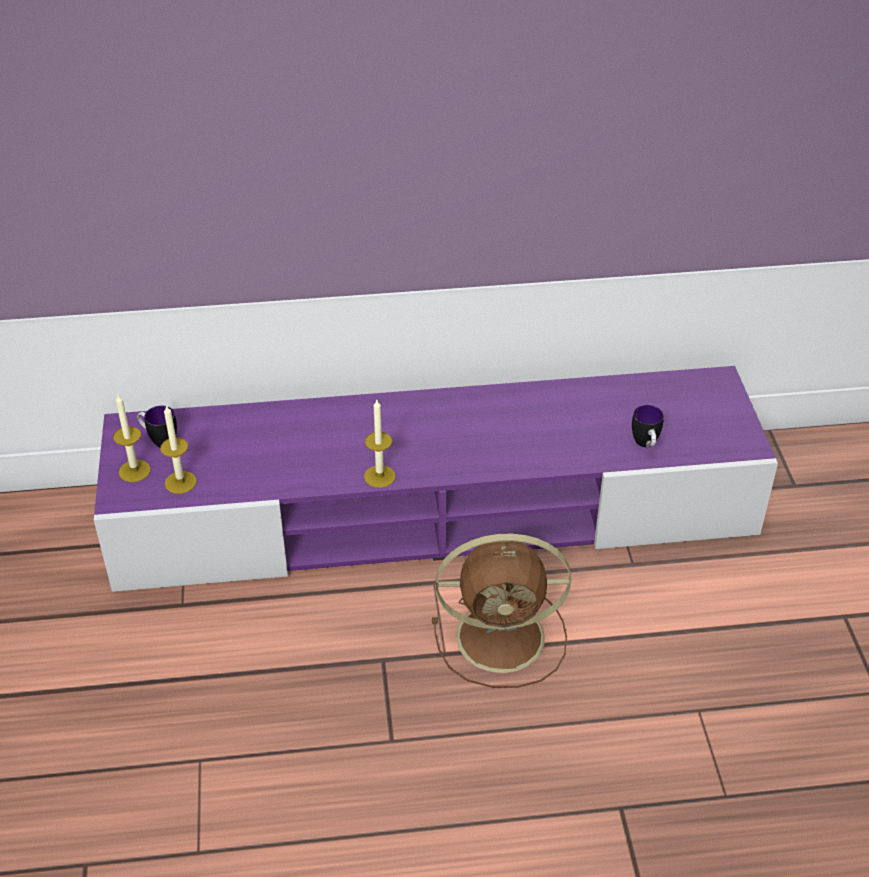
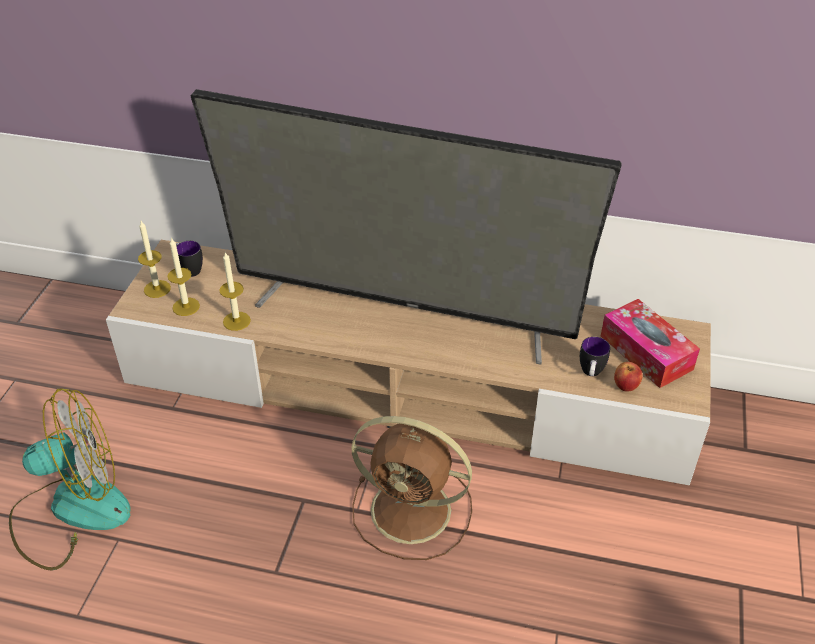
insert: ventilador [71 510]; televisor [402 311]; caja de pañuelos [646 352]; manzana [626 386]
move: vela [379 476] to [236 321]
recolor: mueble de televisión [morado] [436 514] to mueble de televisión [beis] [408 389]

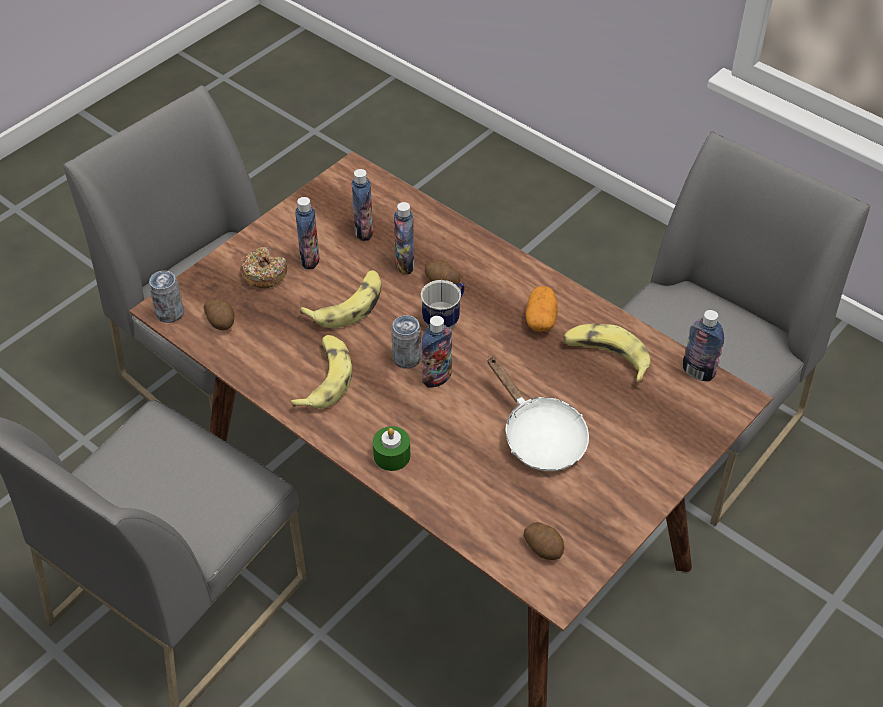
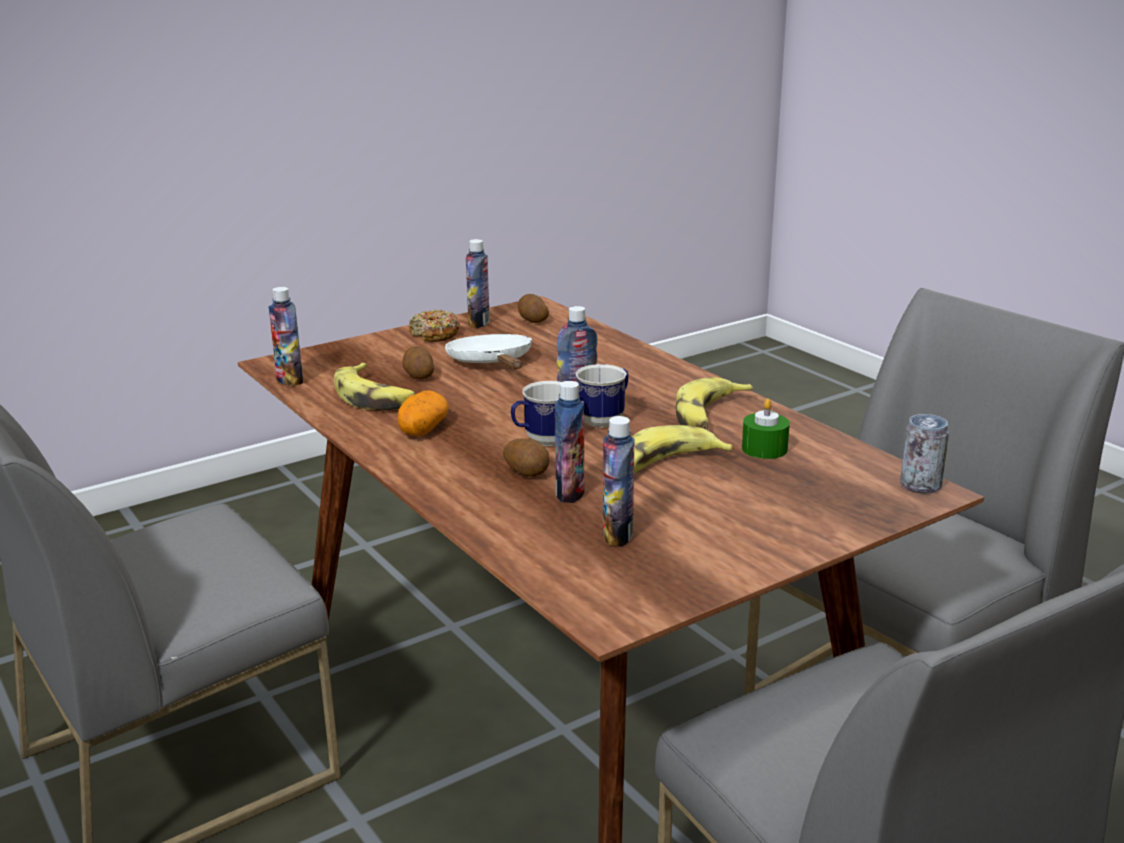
move: patata [221 321] to [418 375]; rosquilla [264 274] to [435 334]; botella [310 259] to [479 323]; vela [verde] [392 455] to [764 449]
replace: lata [407 358] to taza grande [605 419]

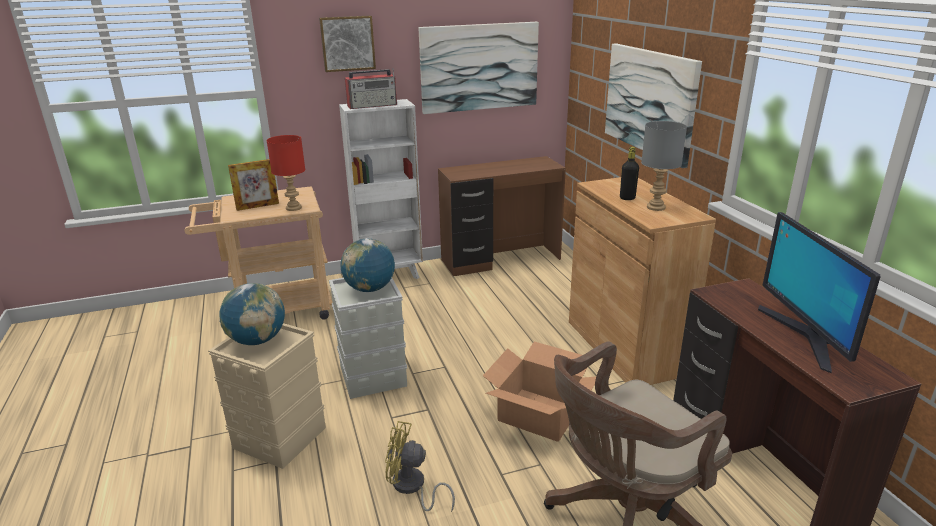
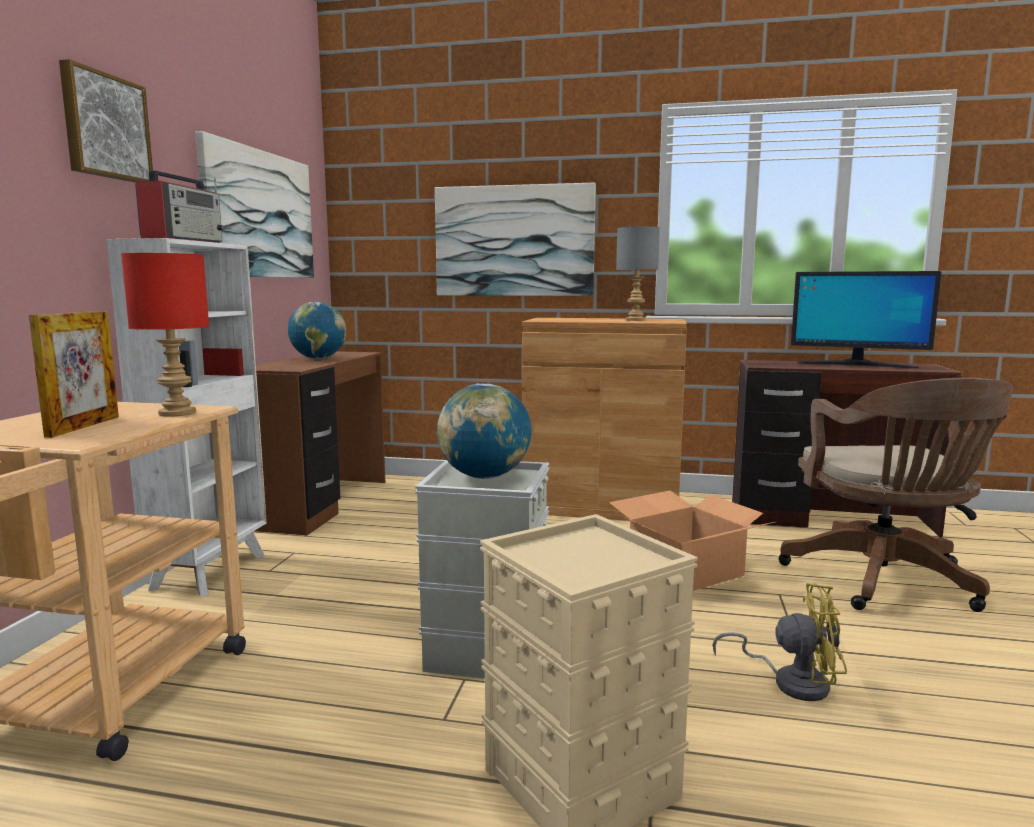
delete: botella [negro] [627 198]
move: globo terráqueo [257 340] to [318 358]
rotate: ventilador [amarillo] [412 488] = [791 681] 120 degrees counterclockwise

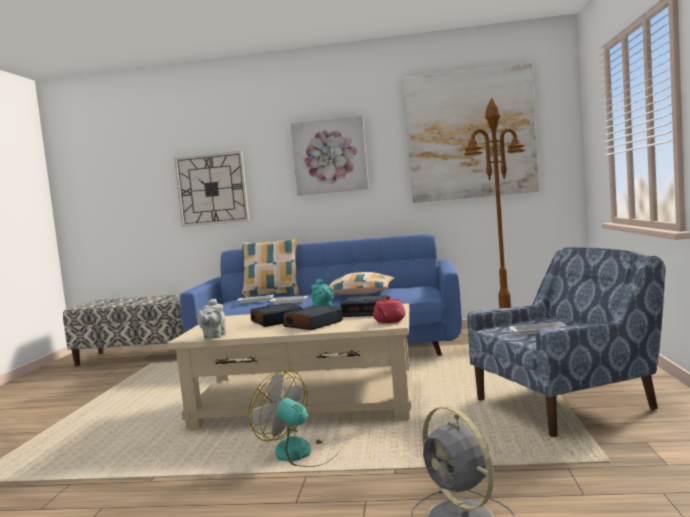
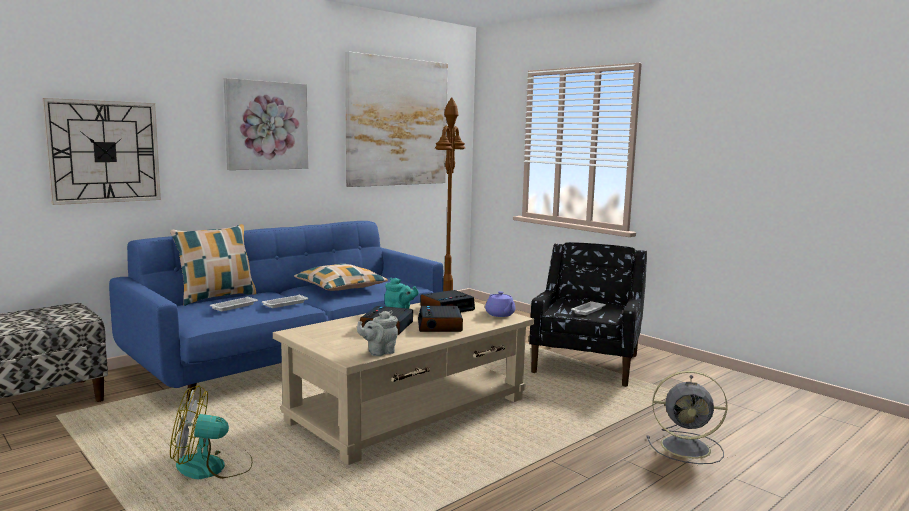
move: ventilador [301 454] to [213 467]
recolor: tetera [rojo] [389 321] to tetera [morado] [500 314]; sillón [azul] [566 404] to sillón [negro] [586 363]
rotate: tetera [gris] [213 336] = [379 352] 90 degrees clockwise

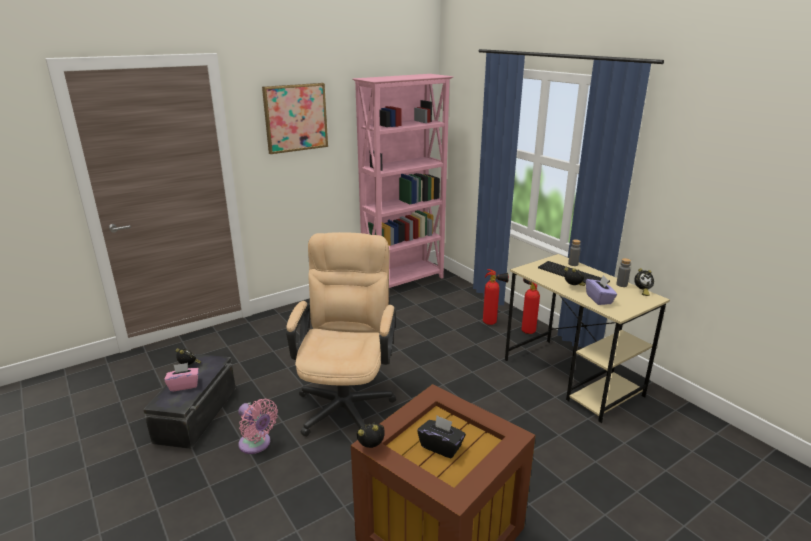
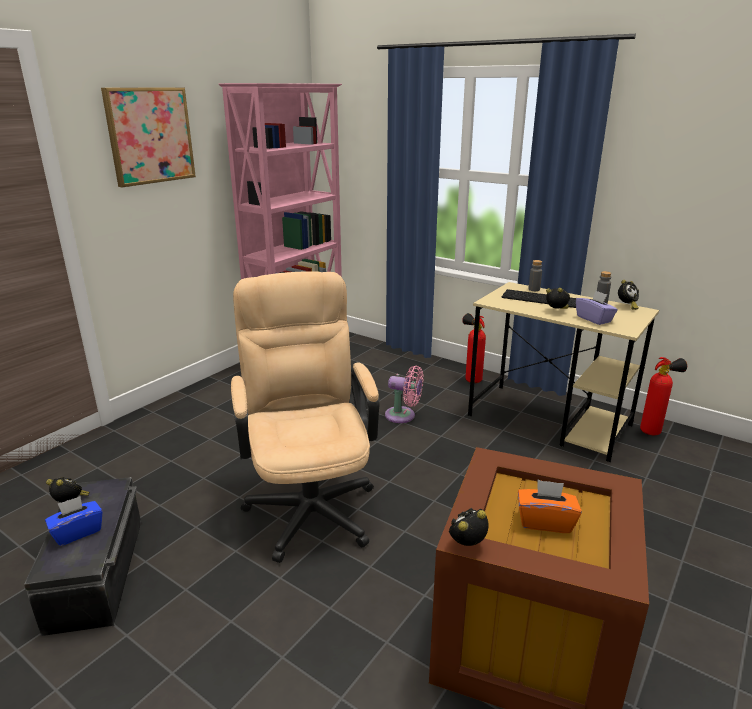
move: ventilador [rosa] [256 444] to [403 416]; extintor [493 323] to [654 431]
recolor: caja de pañuelos [rosa] [184 385] to caja de pañuelos [azul] [77 532]; caja de pañuelos [negro] [441 446] to caja de pañuelos [naranja] [545 521]

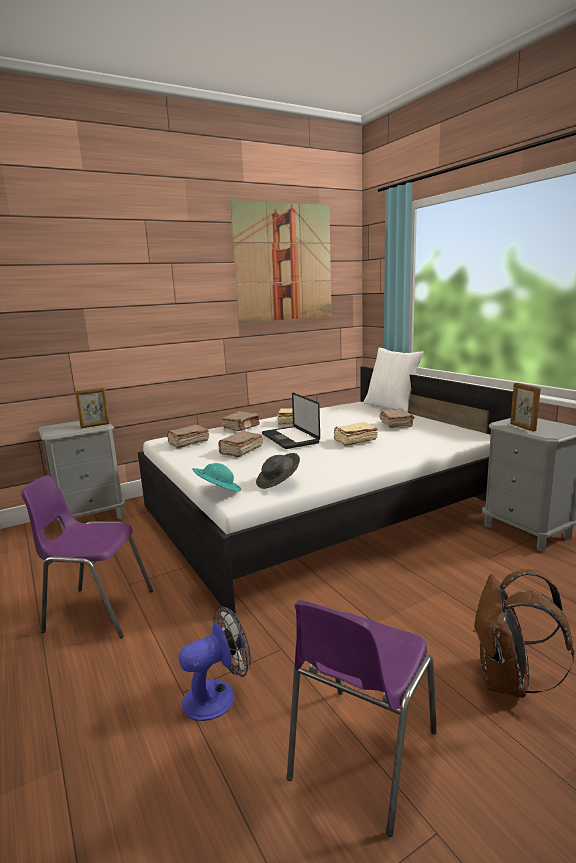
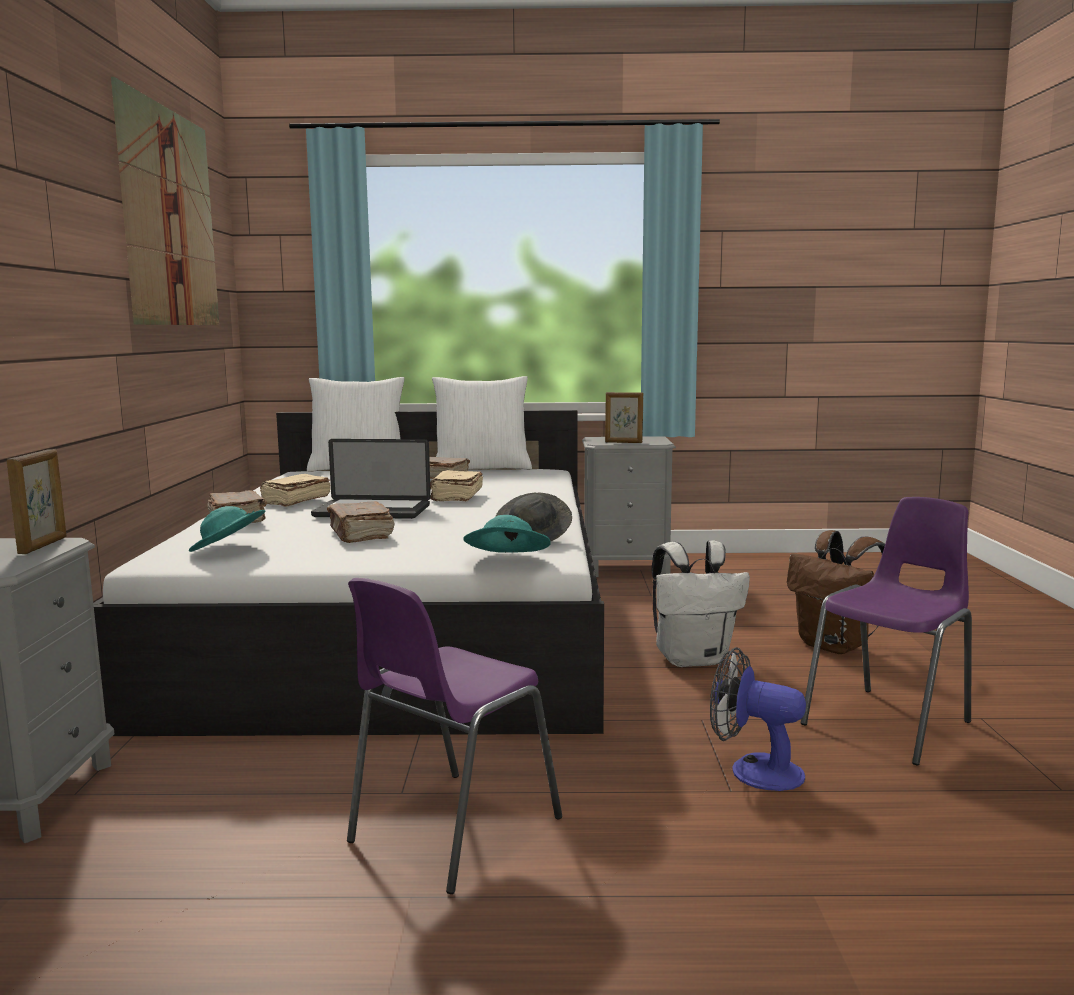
insert: cojín [blanco] [482 468]; mochila [blanco] [693 659]
replace: libro [marrón] [188 443] to sombrero [turquesa] [228 550]
rotate: ventilador [218 695] = [754 770] 60 degrees counterclockwise; silla [morado] [360 757] = [890 723] 105 degrees counterclockwise

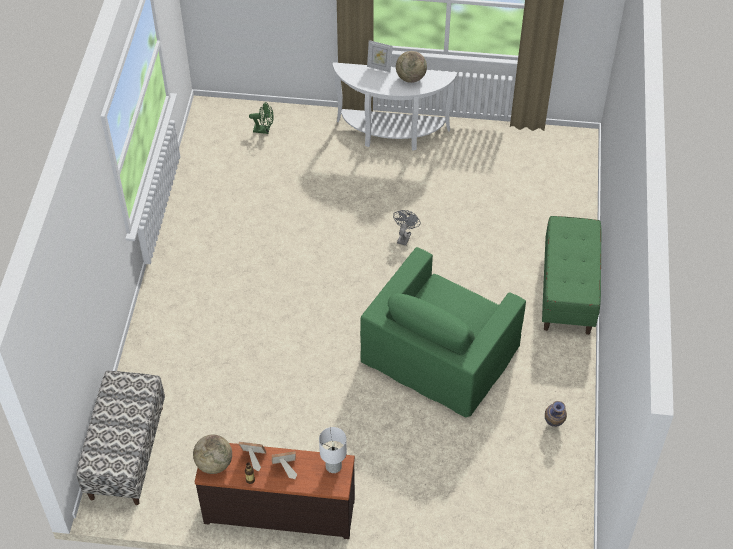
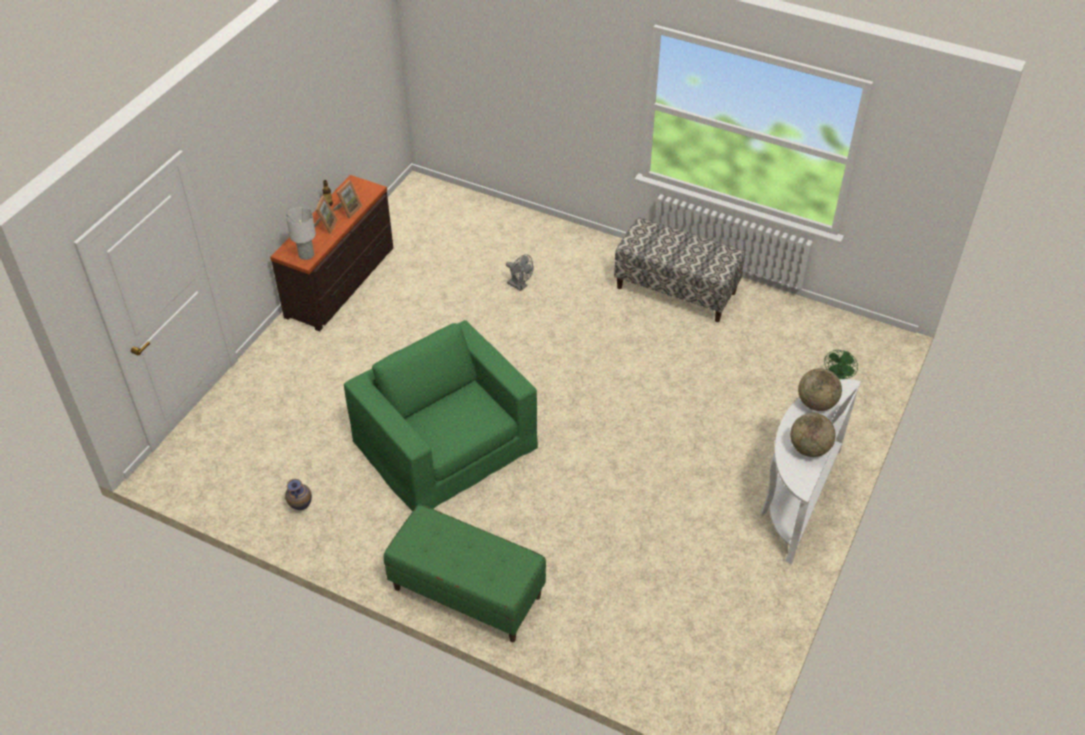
move: banco [126 452] to [676 290]; globo terráqueo [214 464] to [816 403]; ventilador [gris] [404 236] to [520 286]

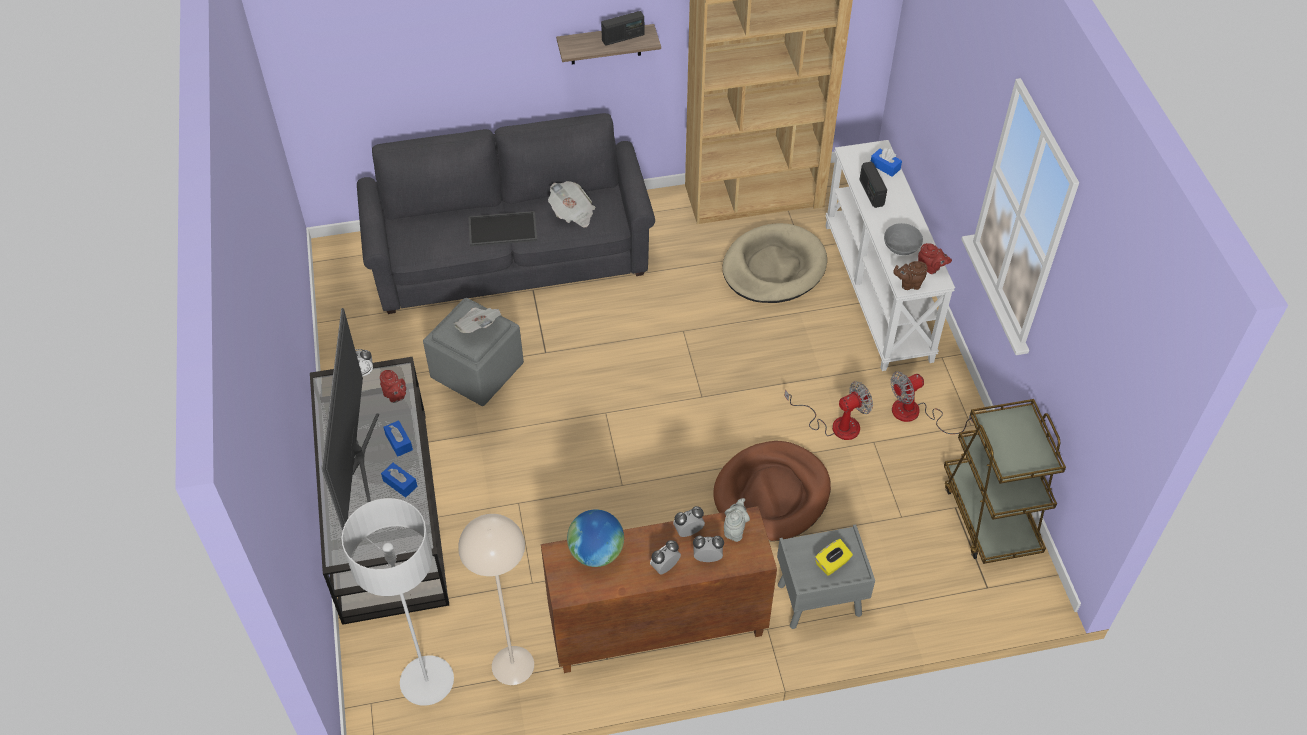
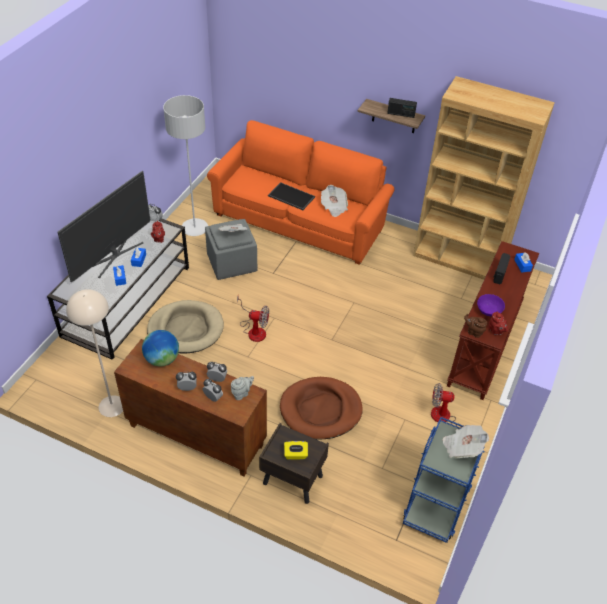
insert: periódico [462 447]
move: lámpara de pie [gris] [427 681] to [194 228]; cama para perro [beis] [773 267] to [186 329]; ventilador [835 425] to [254 330]
recolor: sofá [gris] [510 256] to sofá [naranja] [300 220]; mesita de noche [gris] [818 600] to mesita de noche [marrón] [292 480]; mesa consola [blanco] [879 292] to mesa consola [marrón] [485 344]; cuenco [gris] [901 247] to cuenco [morado] [489 311]; carrito [marrón] [990 515] to carrito [azul] [437 502]

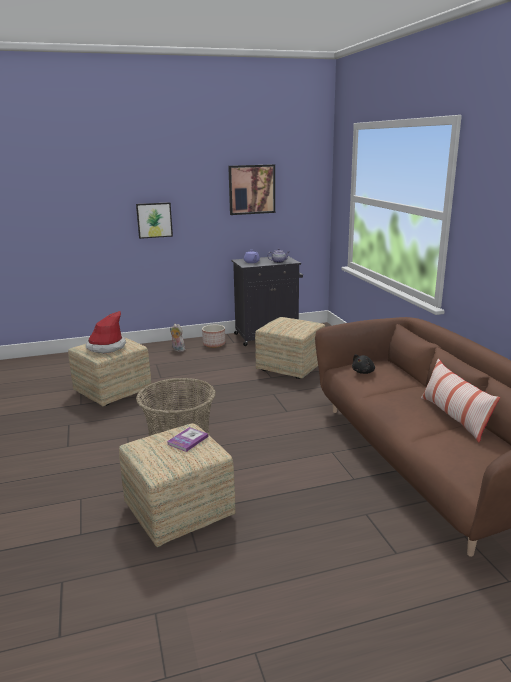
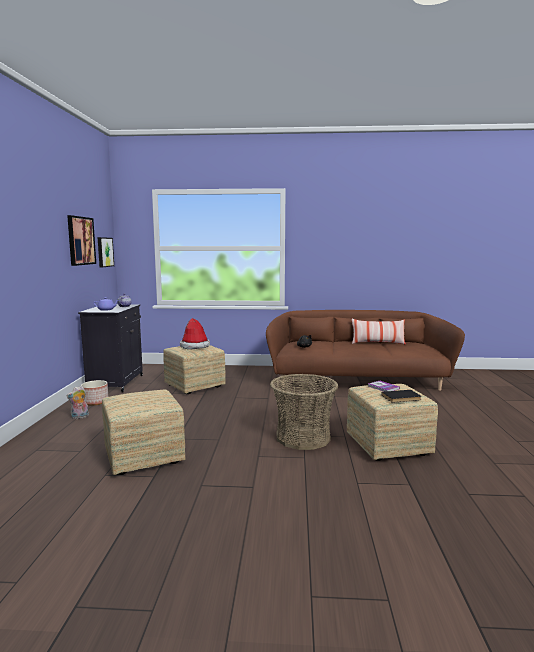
insert: libro [negro] [401 398]
move: sombrero [106 347] to [195 346]; cuadro [154 220] to [104 252]

